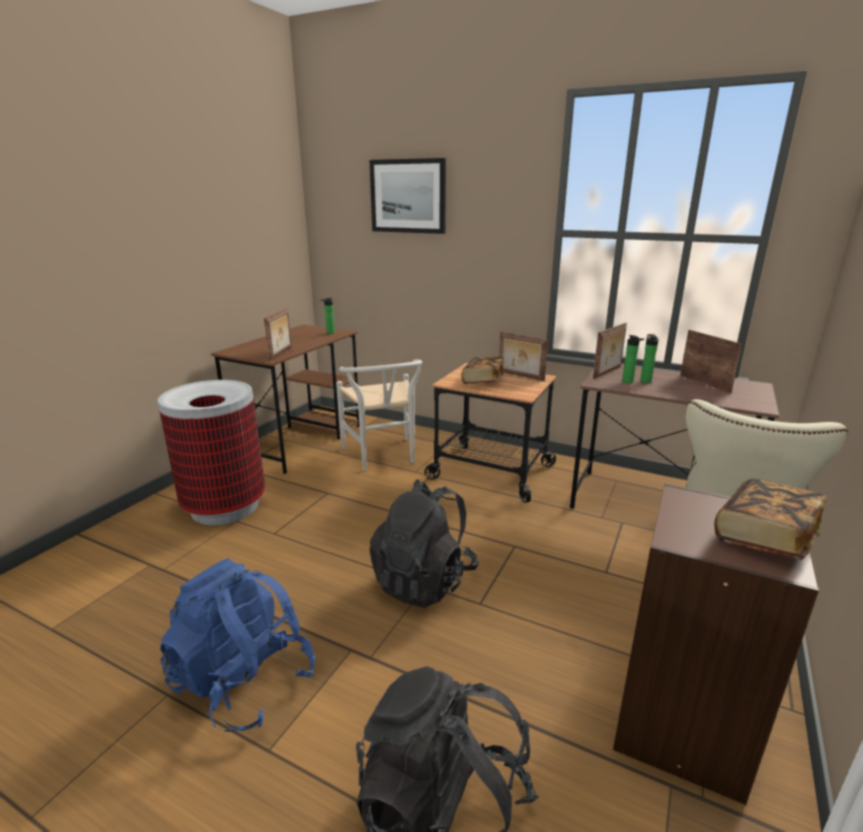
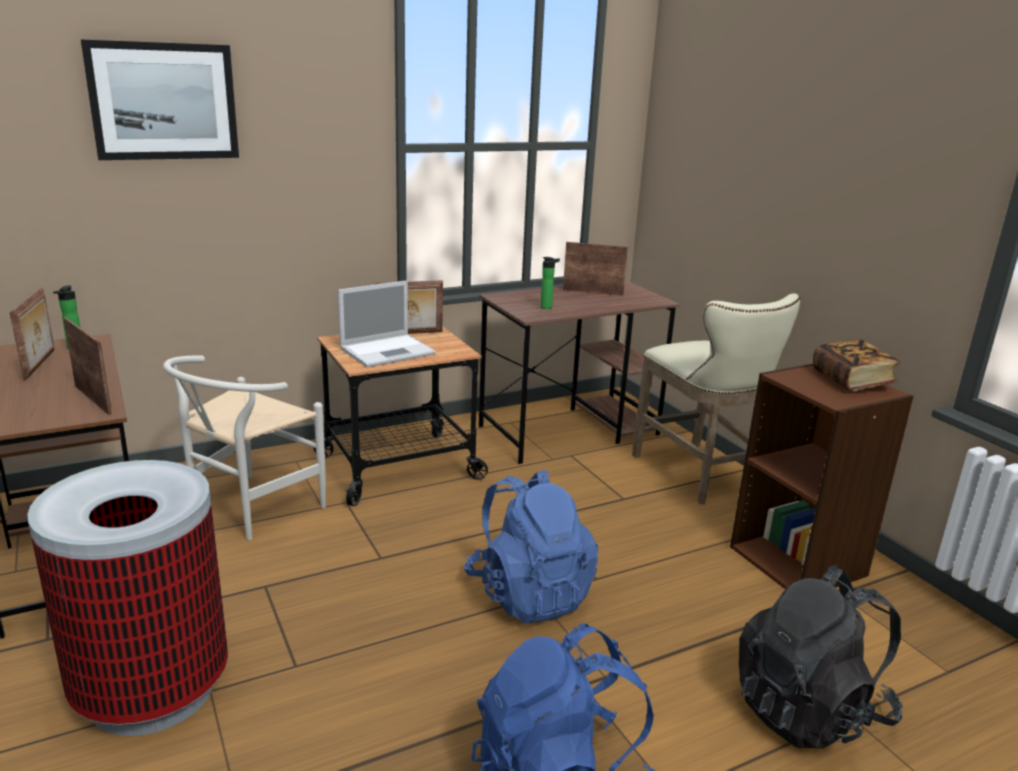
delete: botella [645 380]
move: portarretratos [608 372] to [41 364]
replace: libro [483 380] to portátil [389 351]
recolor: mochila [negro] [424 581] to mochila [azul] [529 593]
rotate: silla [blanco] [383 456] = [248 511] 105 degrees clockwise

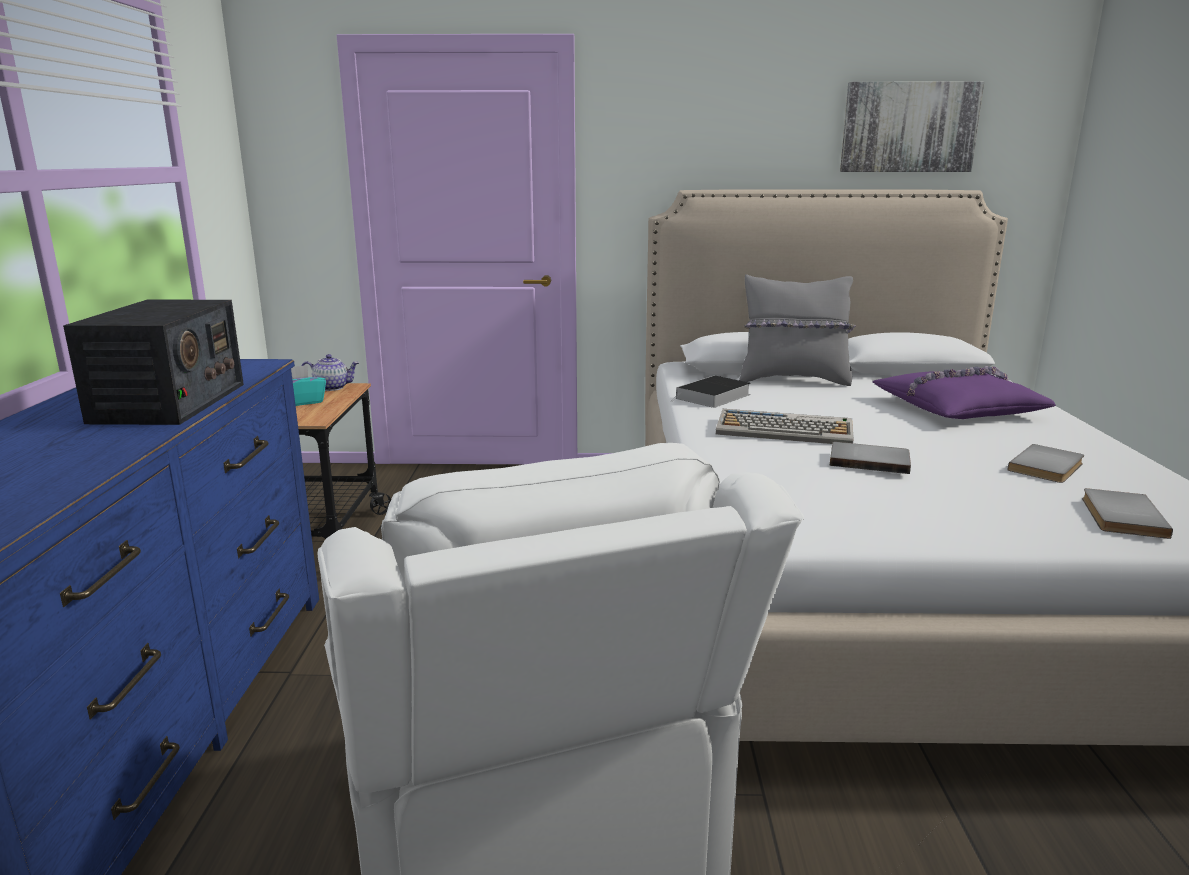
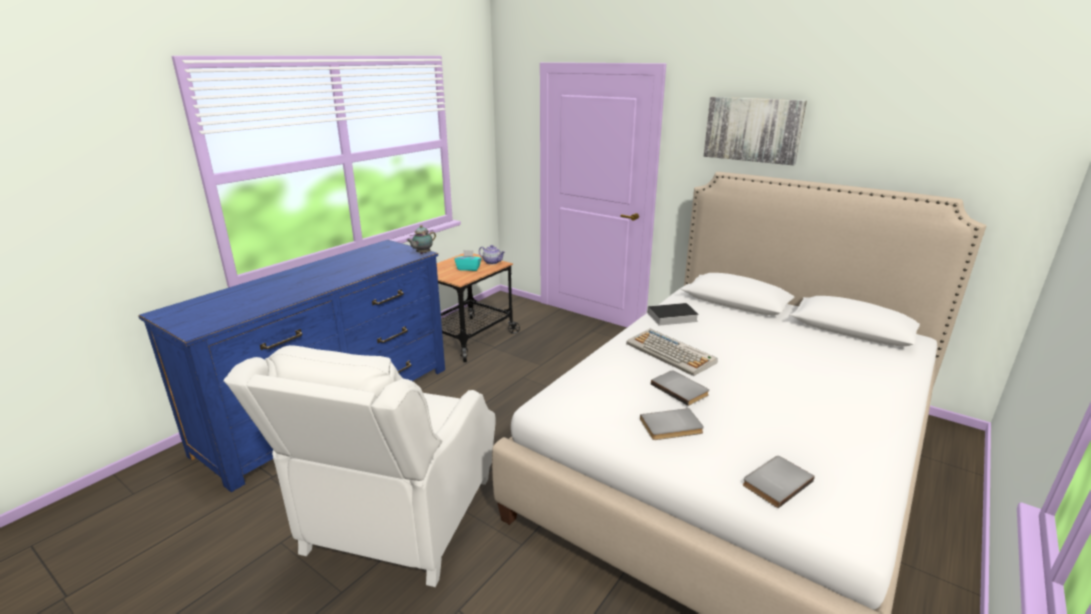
delete: radio [169 403]; cojín [gris] [793 380]; cojín [morado] [957 408]
insert: tetera [422 253]
move: cuadro [909 127] to [752 129]; libro [gris] [1048 467] to [672 427]

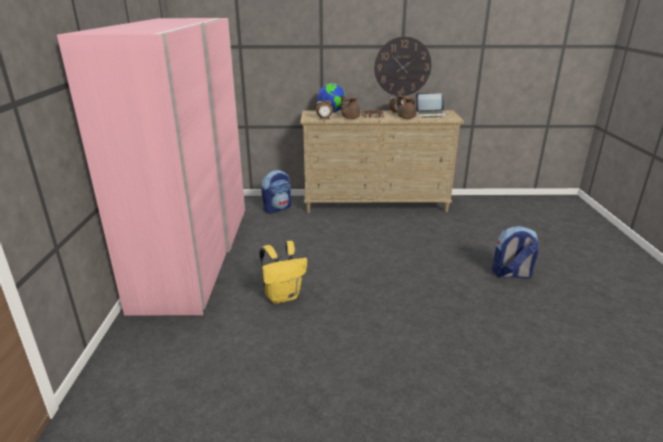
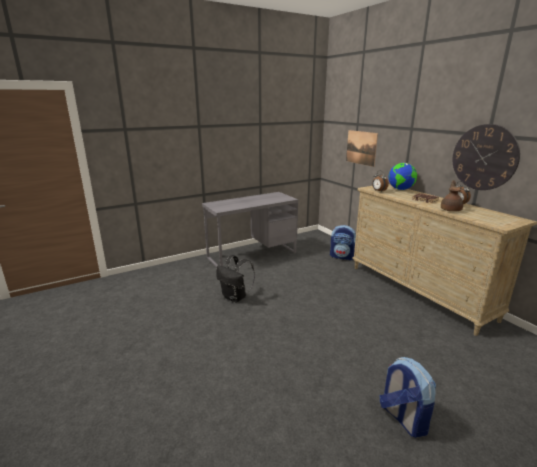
delete: tetera [marrón] [349 118]; portátil [431 114]
insert: cuadro [361 147]
replace: armario ropero [rosa] [195 254] to escritorio [gris] [252 255]
recolor: mochila [amarillo] [283 296] to mochila [negro] [235 297]

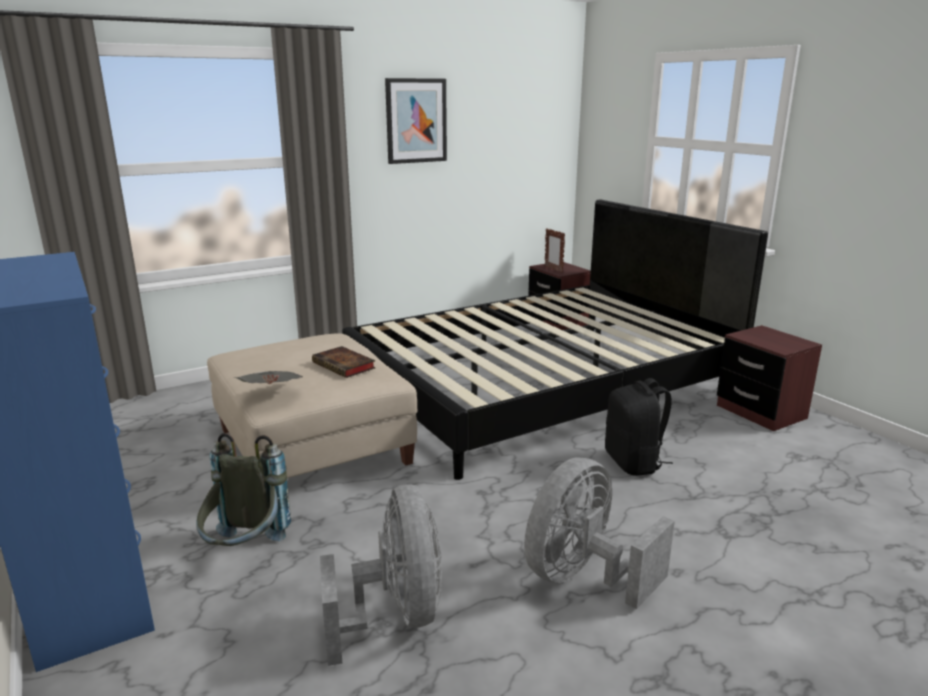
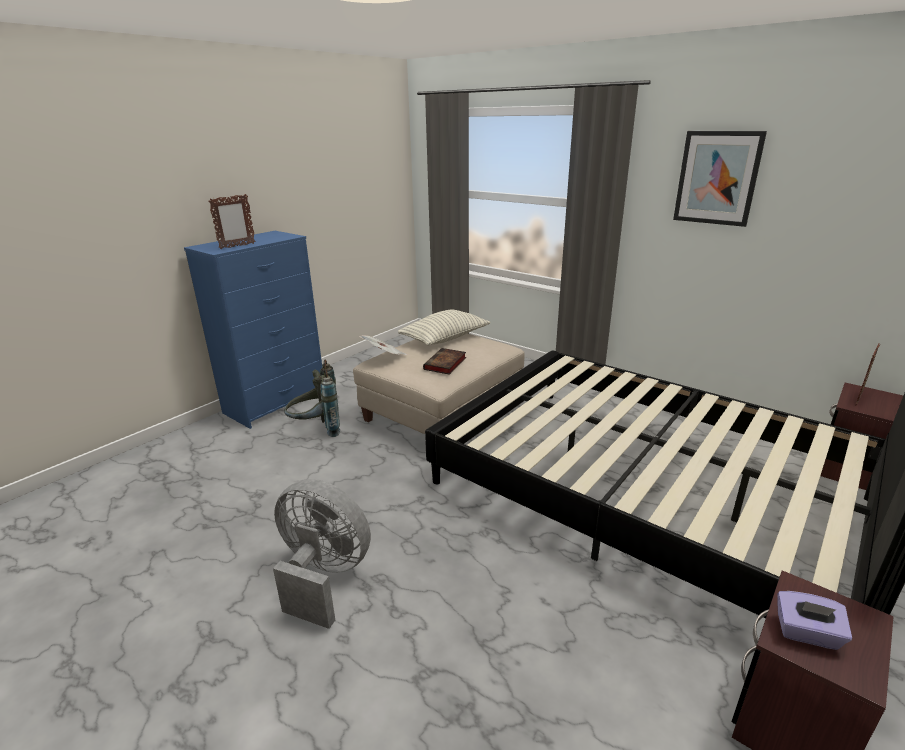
delete: ventilador [gris] [396 615]; mochila [negro] [634 463]
insert: portarretratos [237 246]; cojín [445 339]; caja de pañuelos [morado] [806 633]

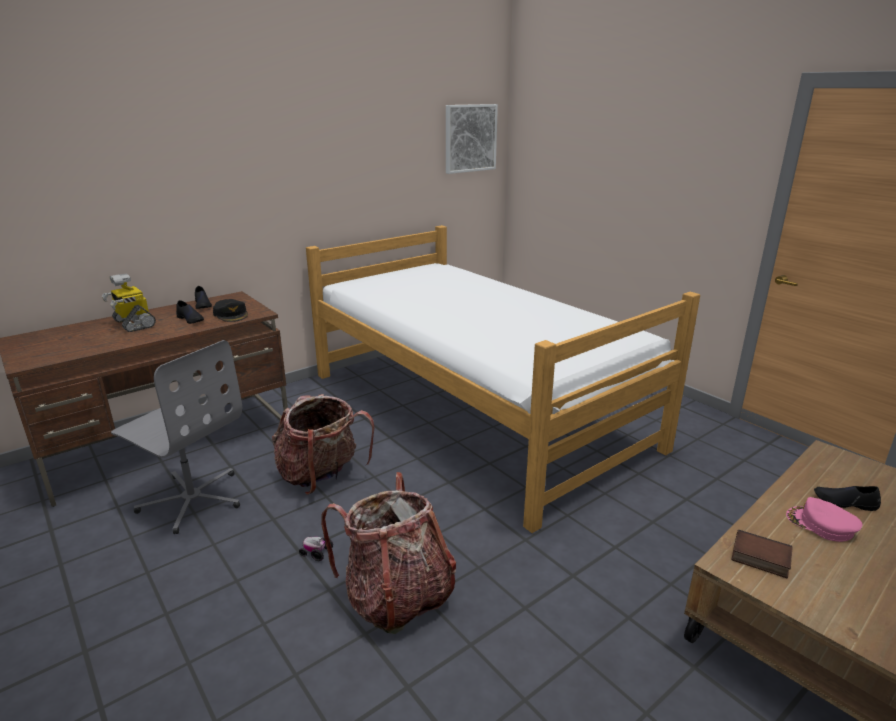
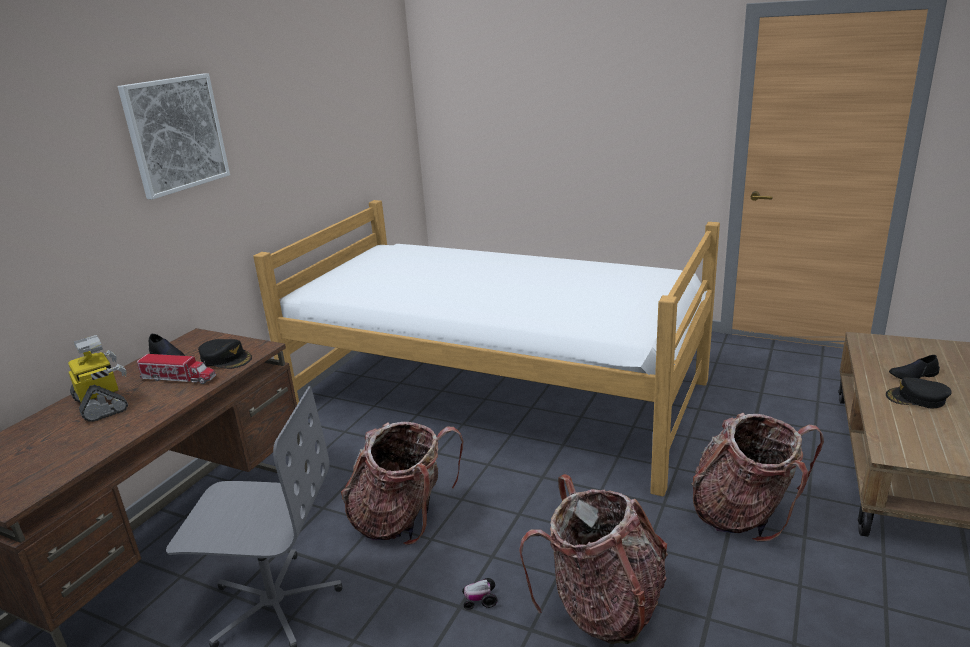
delete: libro [759 558]
insert: mochila [744 514]
move: cuadro [470 138] to [175 134]
replace: zapato [negro] [190 319] to camión de juguete [179 378]
recolor: gorra [rosa] [821 525] to gorra [negro] [917 398]
rotate: robot de juguete [133 323] = [102 404] 150 degrees counterclockwise

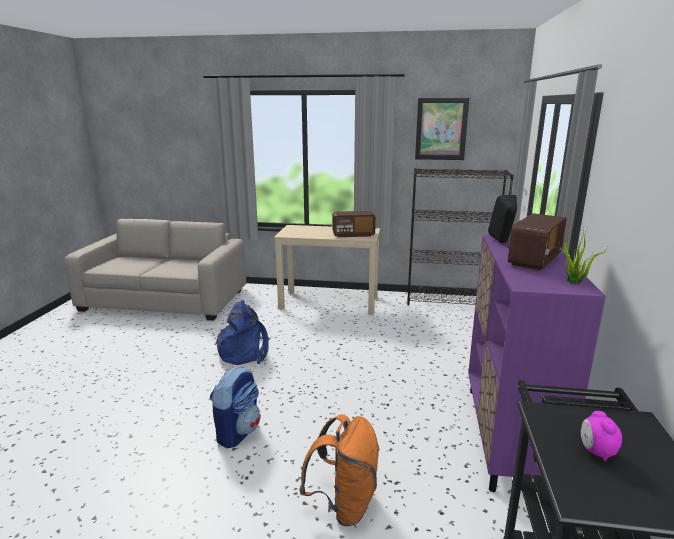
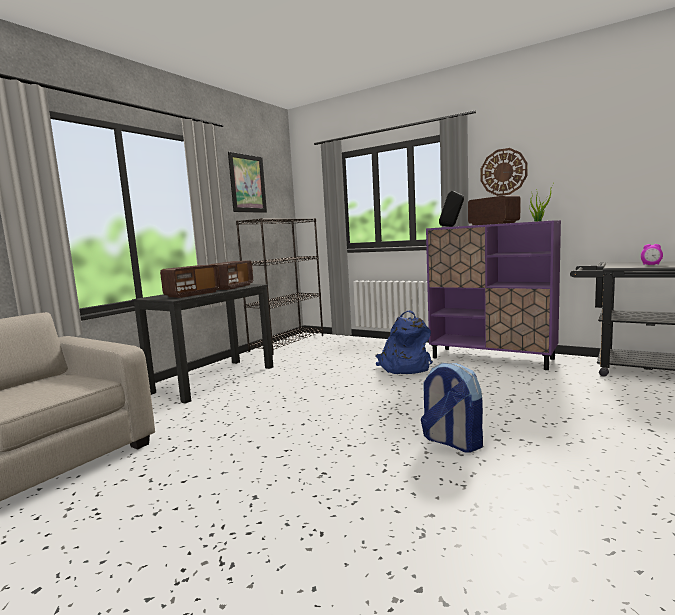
delete: mochila [naranja] [344 504]
insert: radio [192 294]; reloj de pared [503 172]
move: mochila [azul] [245 352] to [404 368]
recolor: escritorio [beis] [329 302] to escritorio [negro] [214 379]

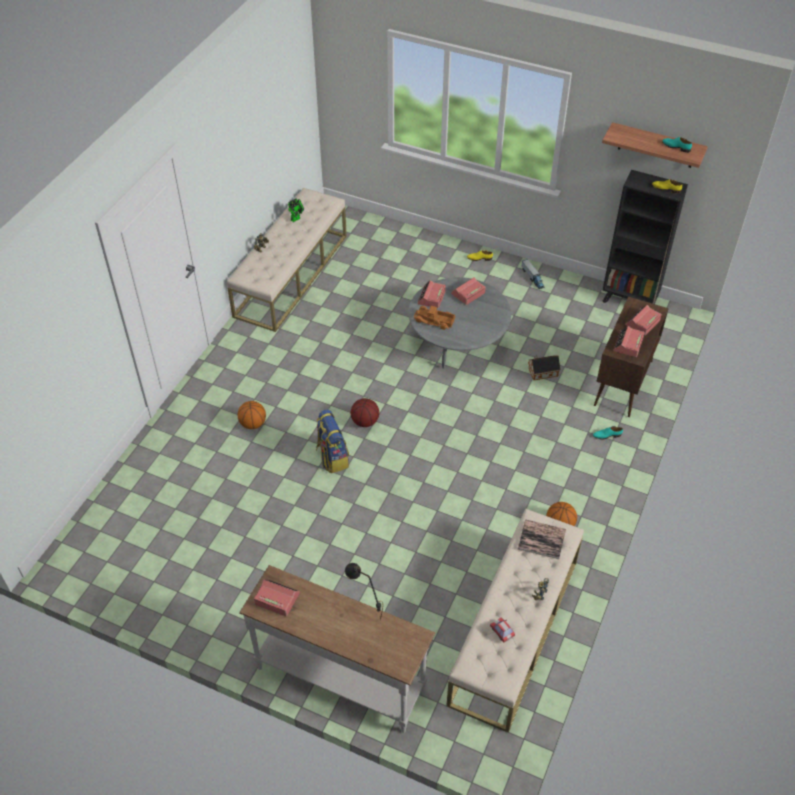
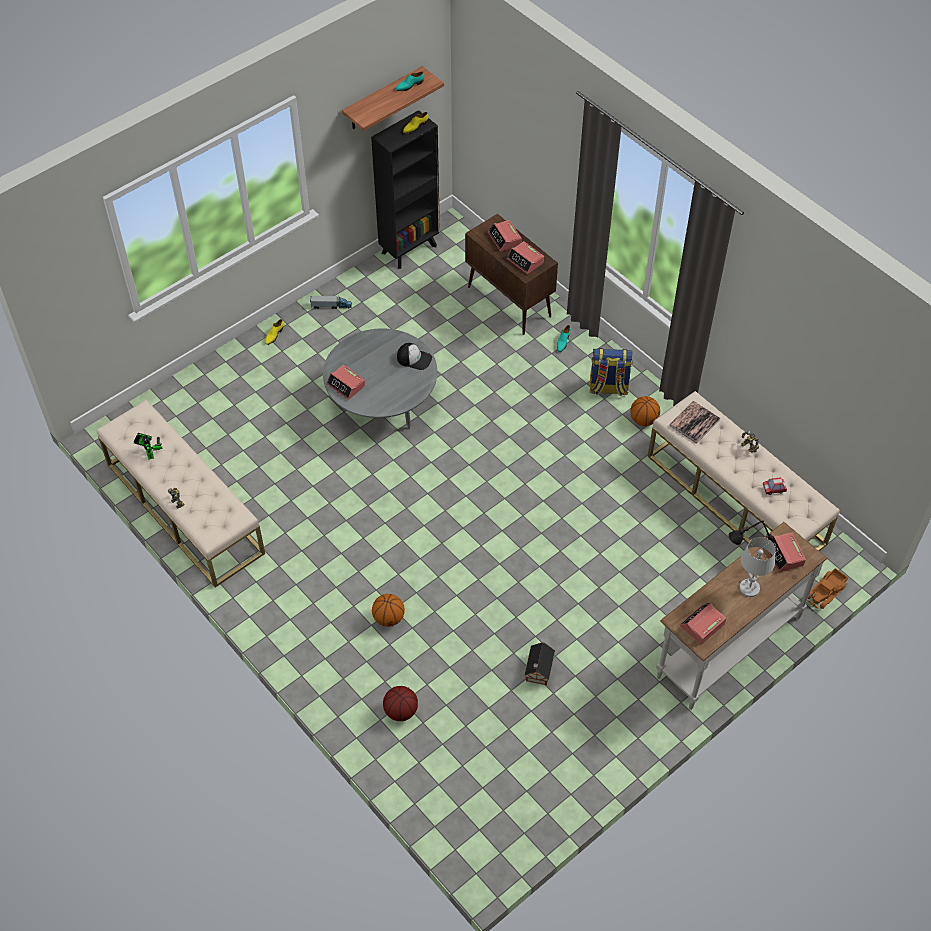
insert: gorra [414 358]; lámpara de mesa [blanco] [749 588]
move: mochila [332 457] to [608 388]; balón de baloncesto [365 422] to [401 711]; camión de juguete [434 321] to [826 592]; despertador [468 293] to [784 555]; casita [541 372] to [538 670]

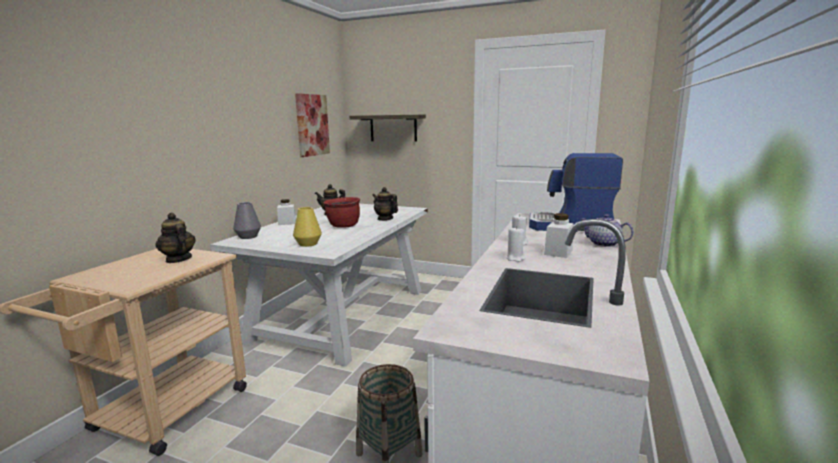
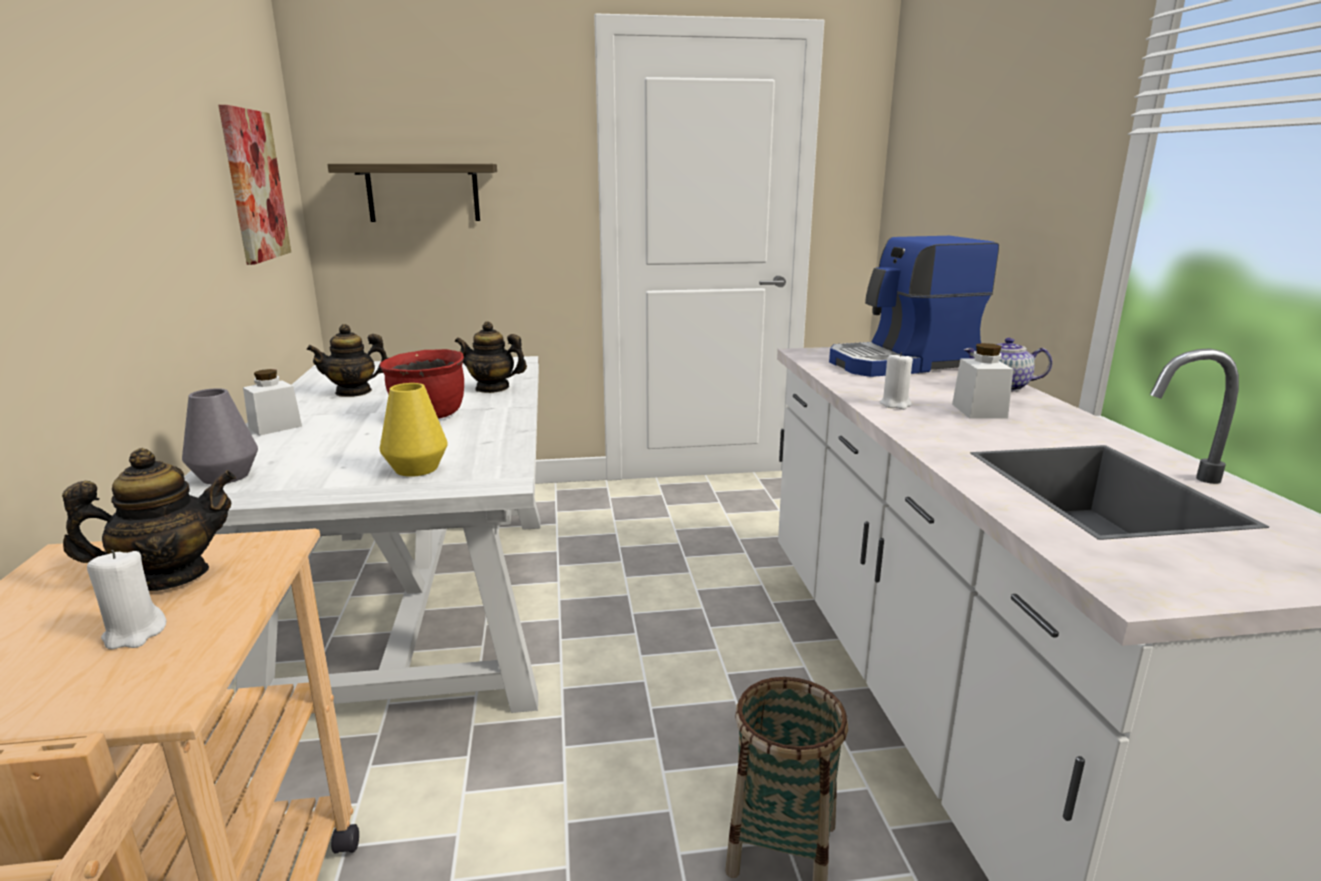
move: vela [blanco] [515 258] to [134 634]
rotate: tetera [178 259] = [169 576] 135 degrees clockwise

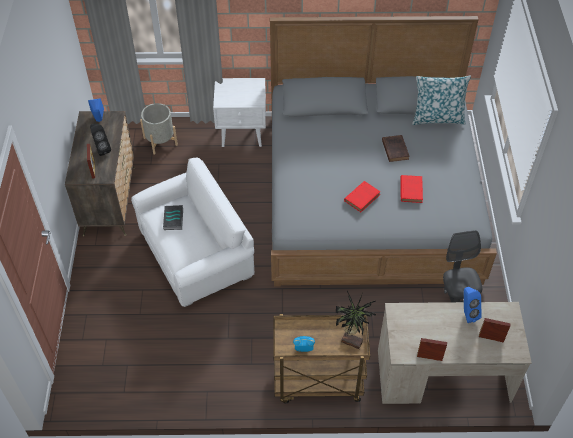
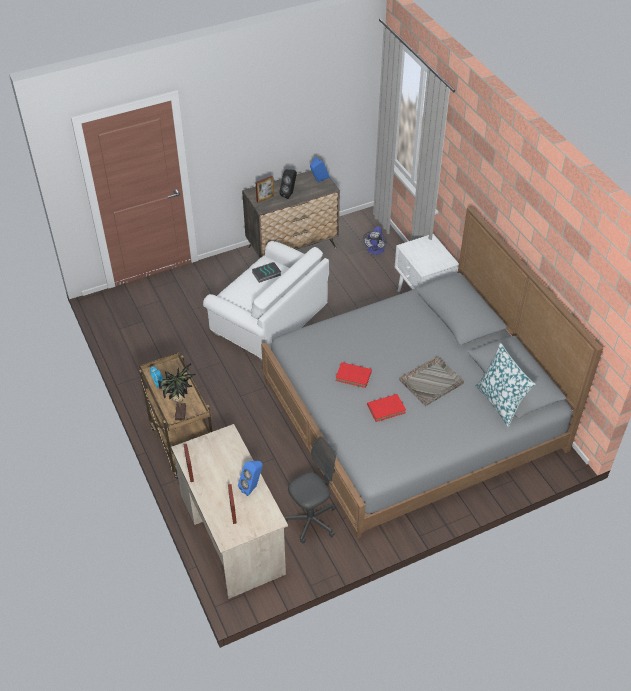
replace: maceta [gris] [160 141] to ventilador [375 251]; libro [marrón] [395 149] to bandeja [gris] [431 381]

